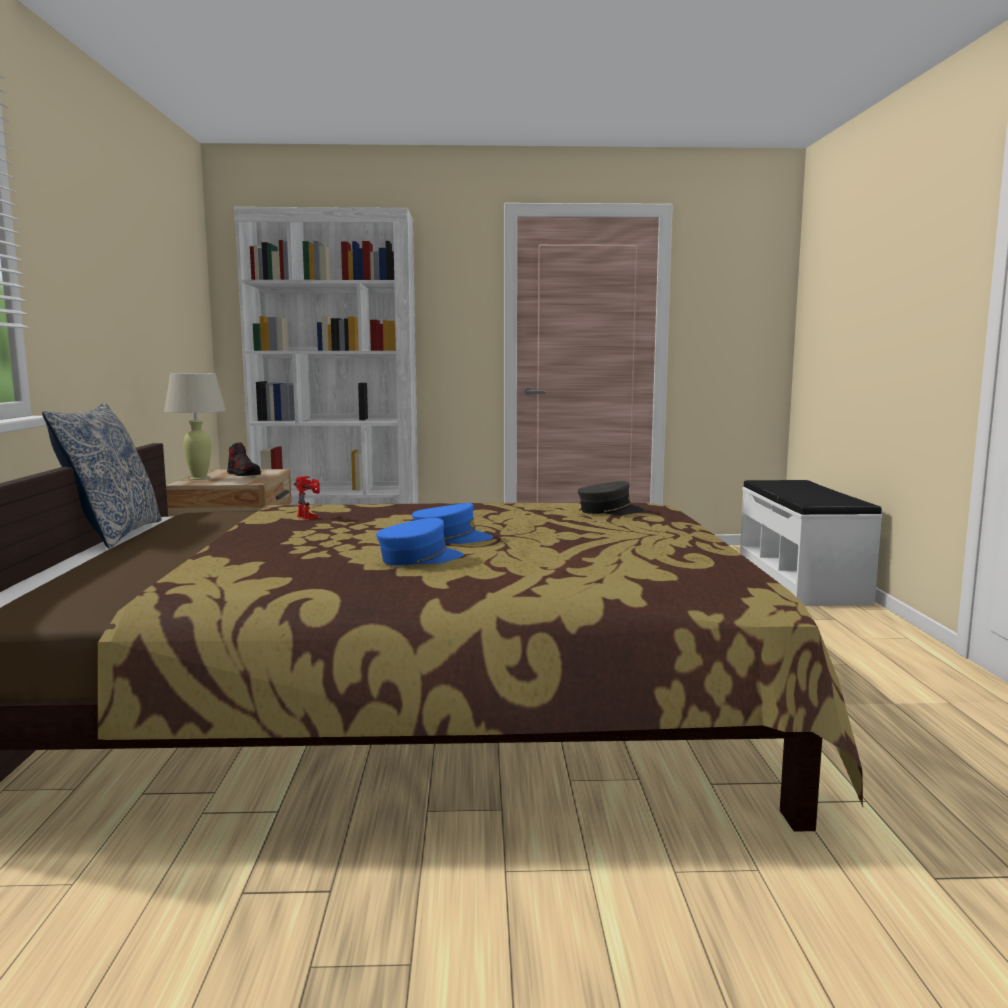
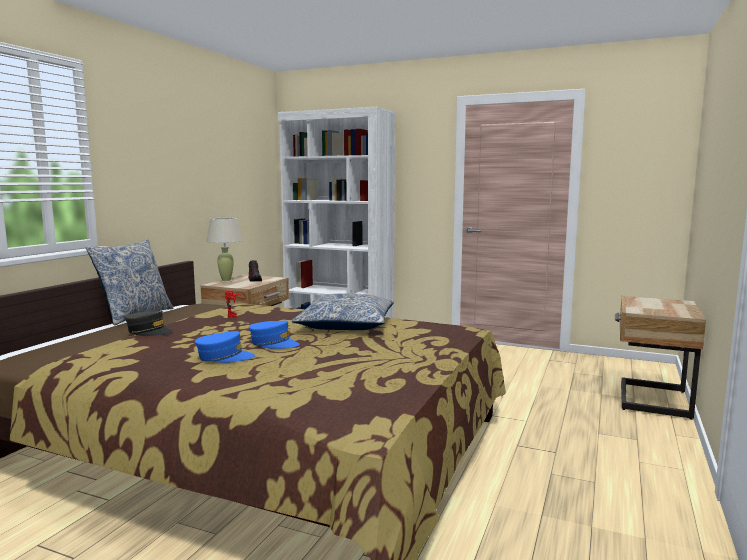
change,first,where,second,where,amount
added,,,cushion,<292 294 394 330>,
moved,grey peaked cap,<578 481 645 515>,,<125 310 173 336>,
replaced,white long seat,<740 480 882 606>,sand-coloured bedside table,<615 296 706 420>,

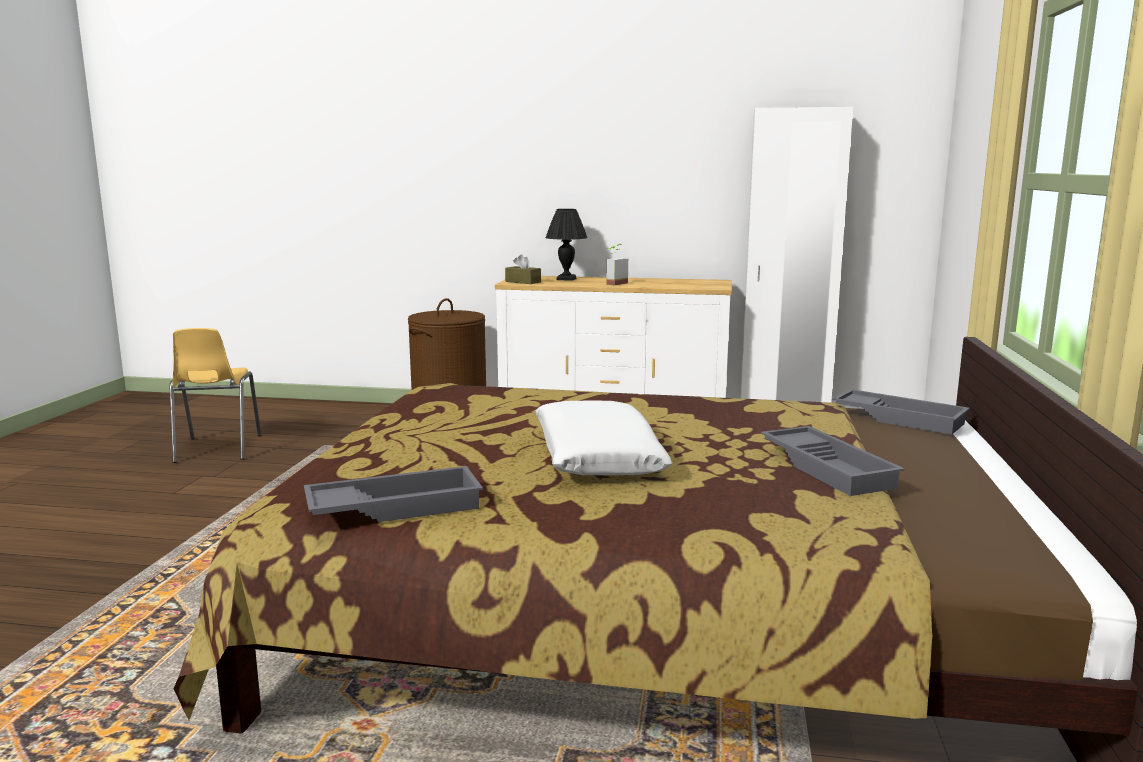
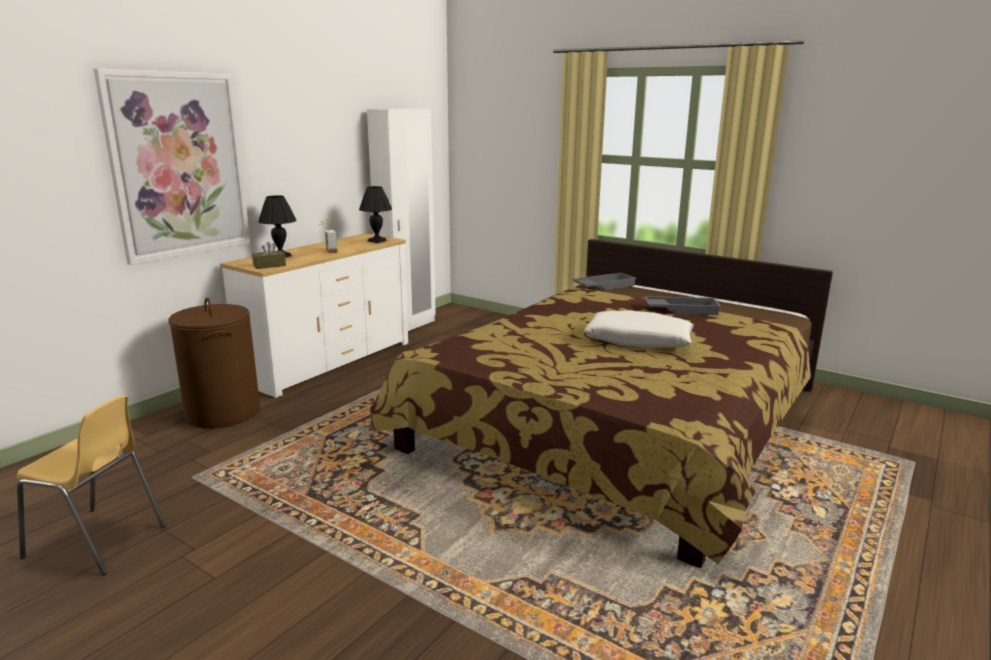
change,first,where,second,where,amount
removed,grey carrying tray,<304 466 483 522>,,,
added,,,wall picture,<93 69 250 265>,
added,,,blackish tabletop lamp,<359 186 392 243>,

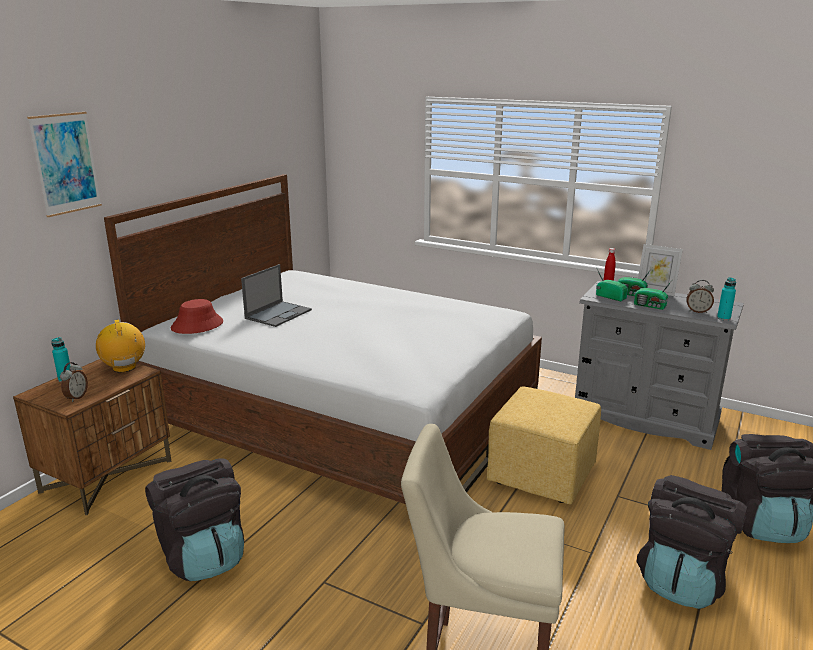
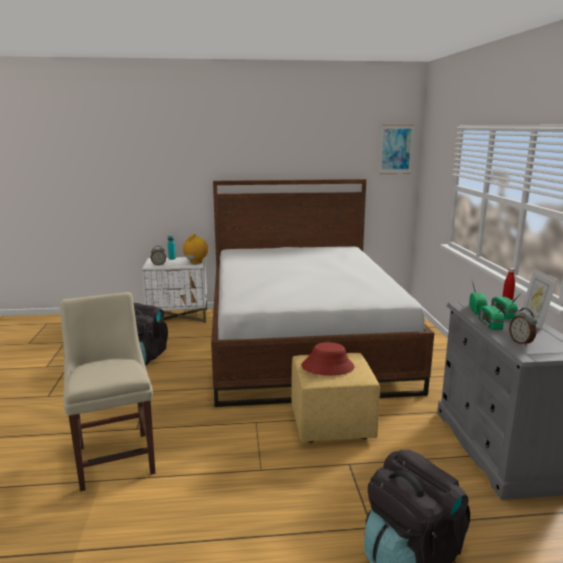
change,first,where,second,where,amount
removed,notebook computer,<241 264 312 327>,,,
removed,blackish backpack,<637 475 748 609>,,,
removed,blue-green bottle,<717 277 736 321>,,,
moved,wall picture,<27 112 102 217>,,<380 125 414 174>,
moved,reddish clothing hat,<171 299 223 334>,,<301 342 355 376>,
recoloured,brown bedside table,<13 359 171 515>,white bedside table,<142 257 207 323>,

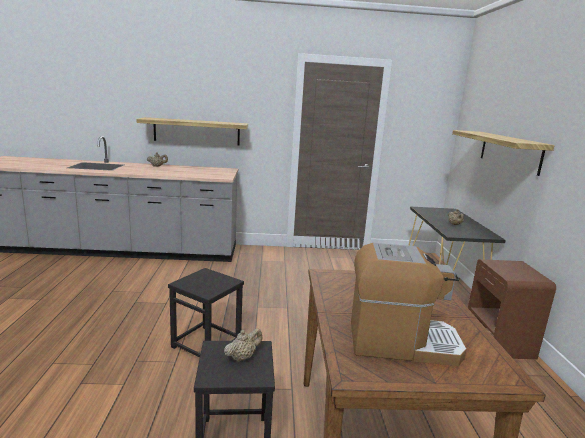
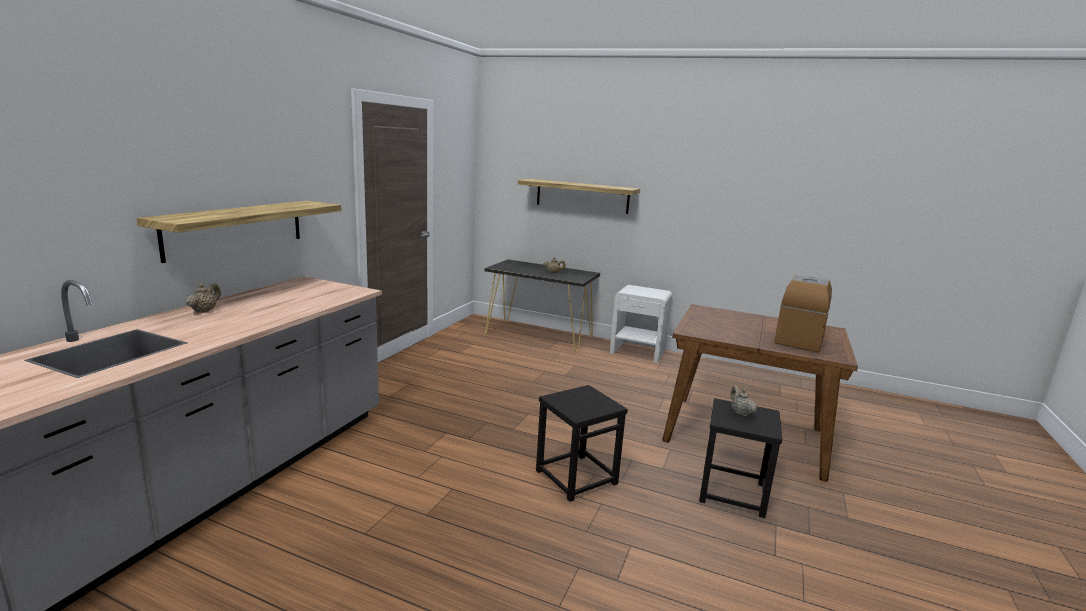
change,first,where,second,where,amount
recoloured,brown bedside table,<468 259 556 359>,white bedside table,<610 285 672 363>,

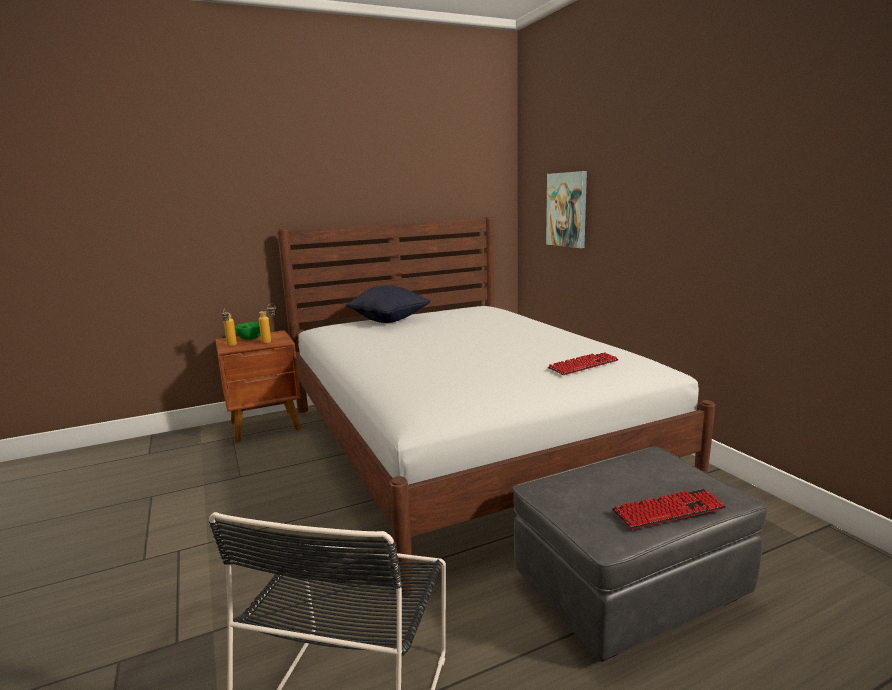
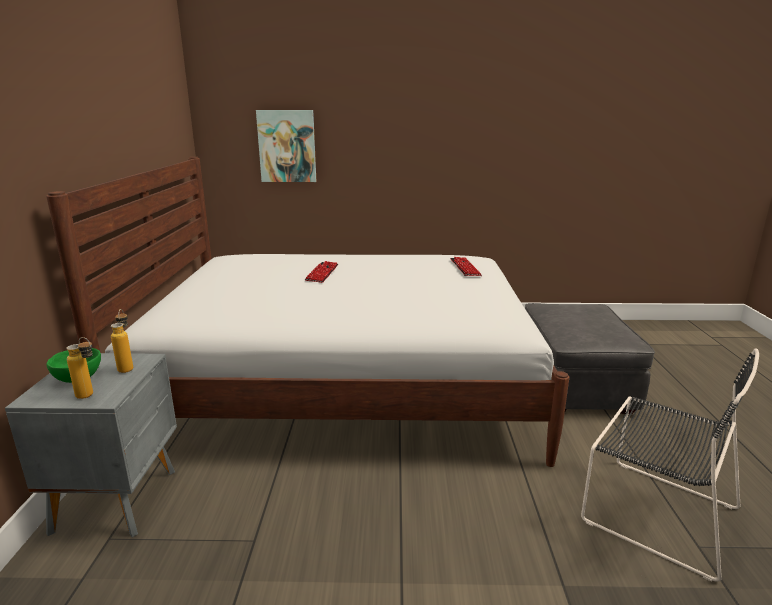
change,first,where,second,where,amount
removed,blackish cushion,<346 286 430 323>,,,
moved,keyboard,<612 489 726 530>,,<305 261 338 283>,
recoloured,brown bedside table,<216 330 301 443>,grey bedside table,<5 353 177 537>,

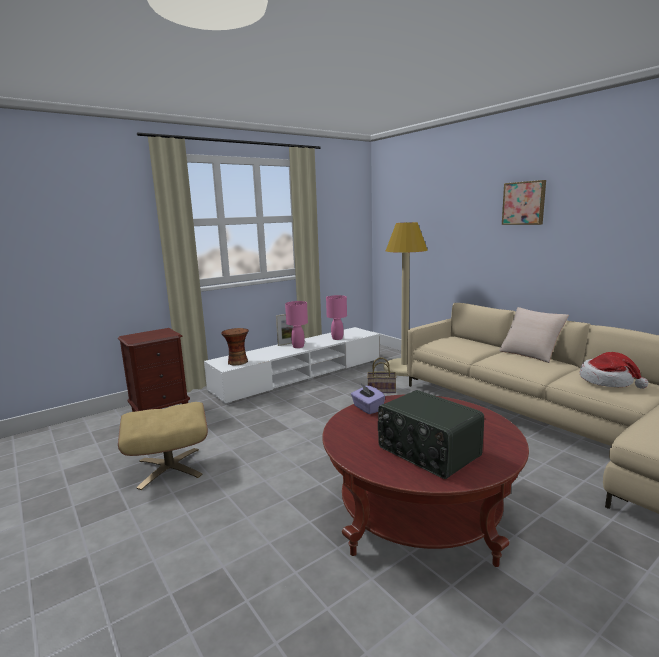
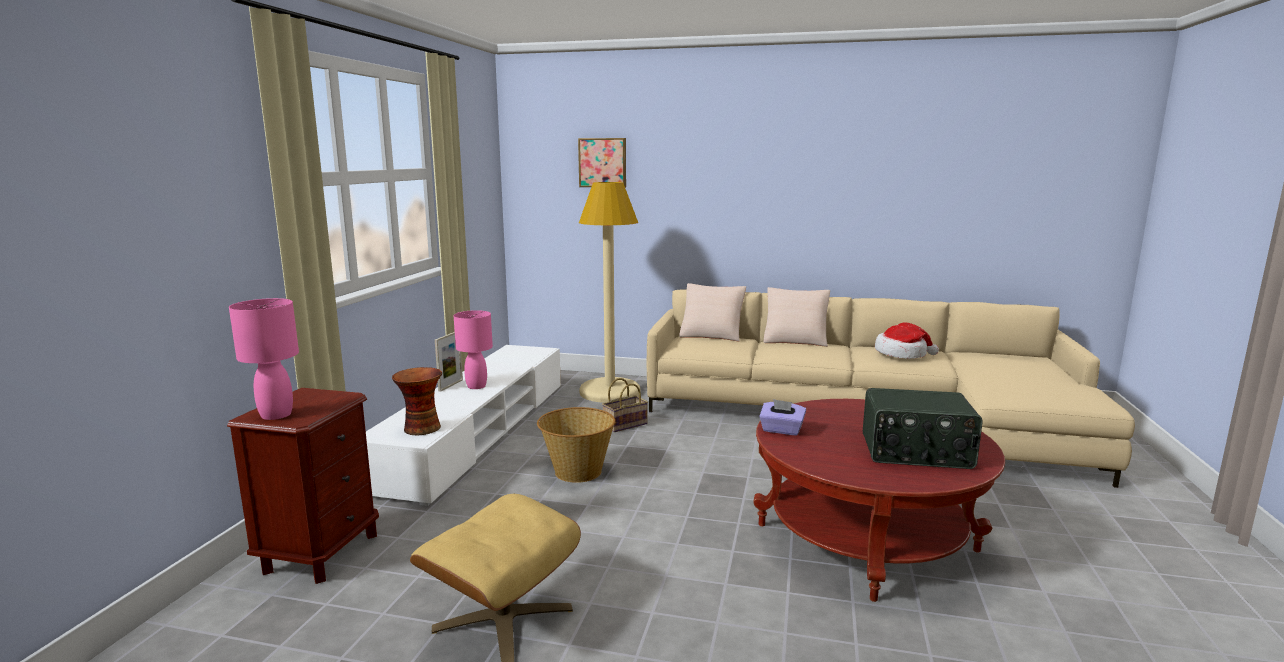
change,first,where,second,where,amount
added,,,storage basket,<537 407 615 483>,
added,,,sand-coloured cushion,<679 283 746 341>,
moved,pink-coloured tabletop lamp,<326 295 347 340>,,<229 298 299 420>,
moved,wall picture,<502 180 546 225>,,<578 138 626 188>,

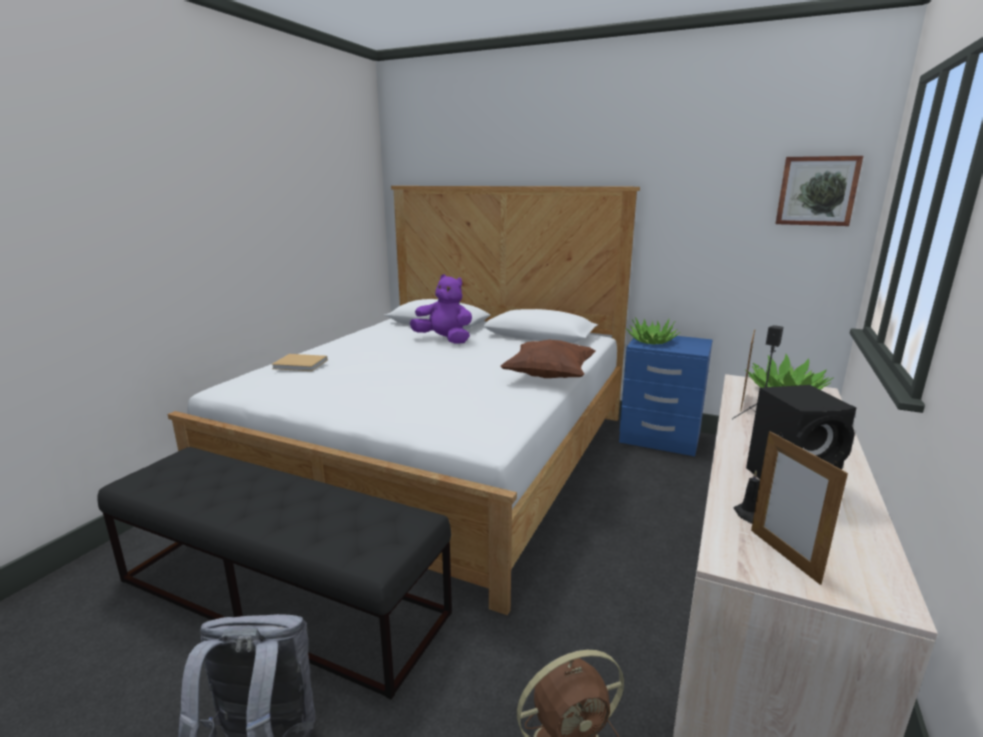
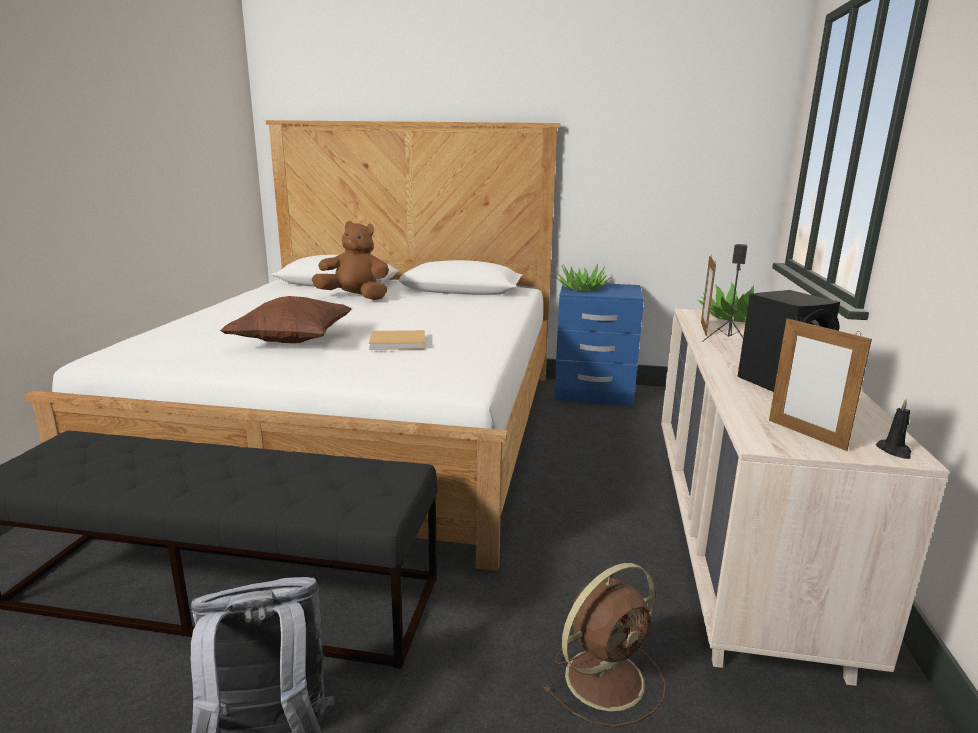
change,first,where,second,where,amount
removed,wall picture,<775 156 863 226>,,,
moved,sand-coloured bound book,<271 354 328 371>,,<369 330 425 350>,
moved,brown cushion,<500 340 596 378>,,<220 296 352 343>,
moved,blackish wax light,<734 471 760 524>,,<876 399 912 459>,
recoloured,purple-coloured soft toy,<410 274 472 344>,brown soft toy,<312 221 389 300>,

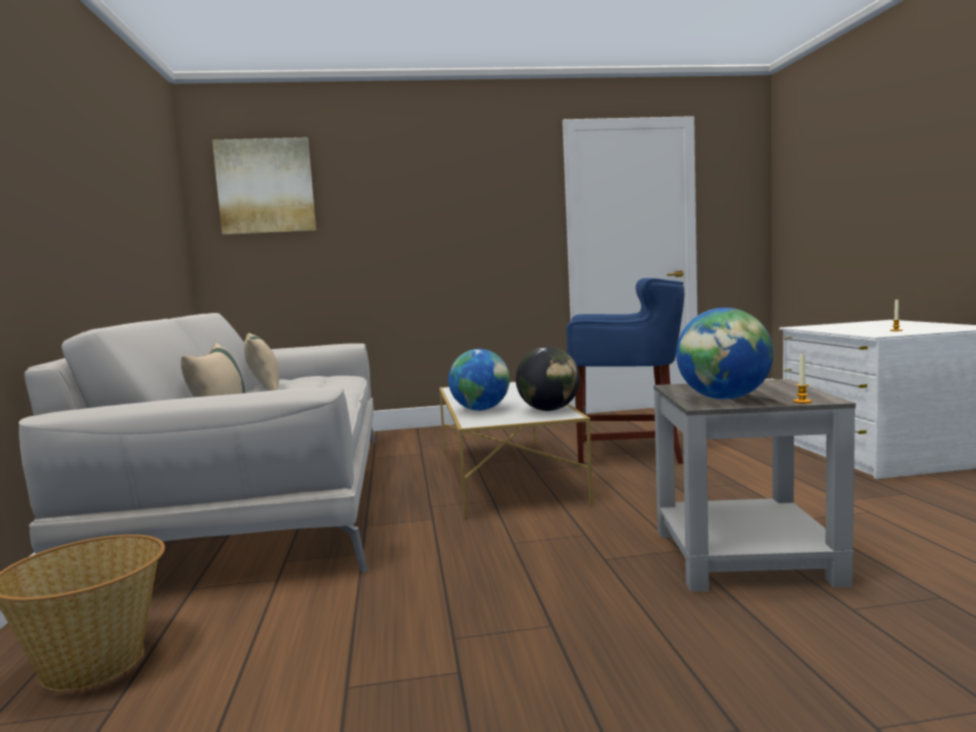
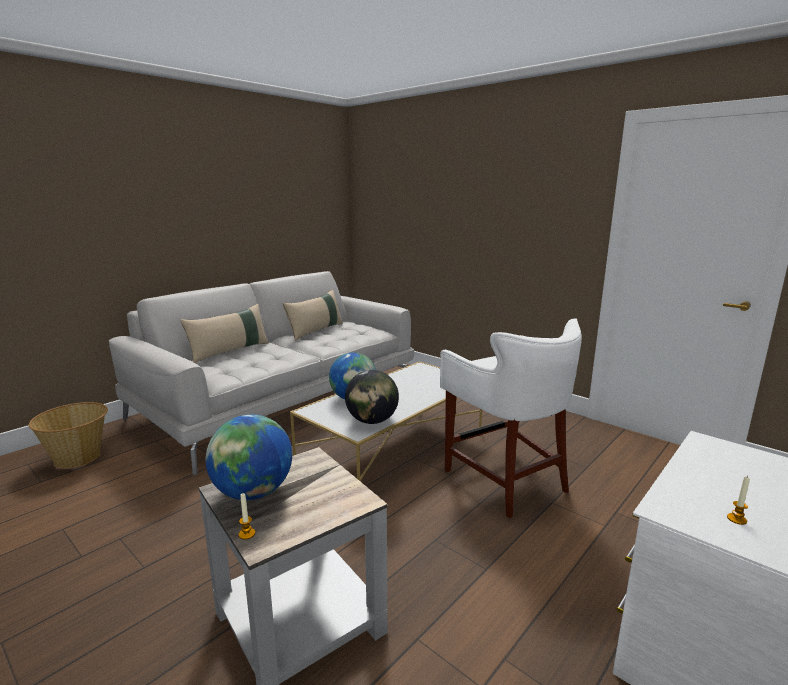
change,first,where,second,where,amount
removed,wall picture,<212 137 316 235>,,,
recoloured,blue-coloured sitting stool,<566 278 684 464>,white sitting stool,<440 319 582 519>,

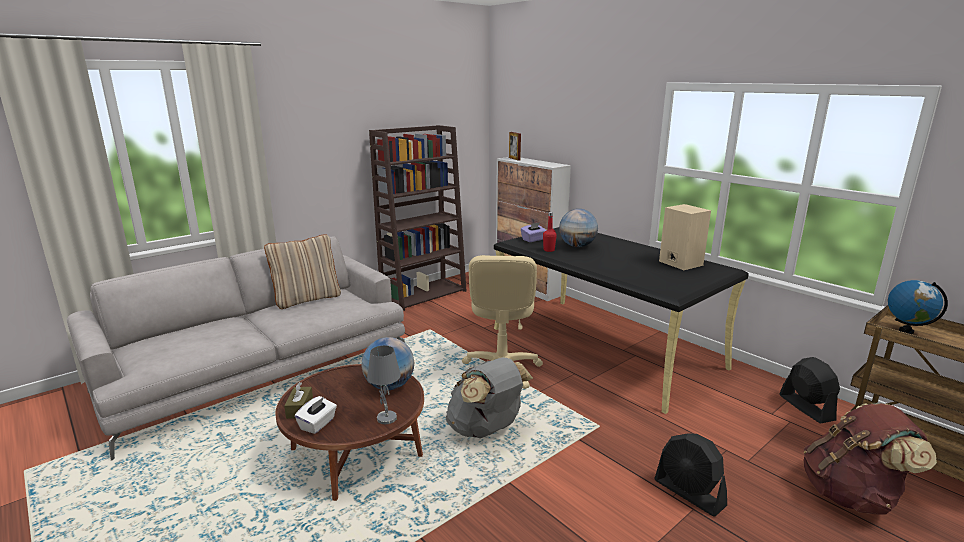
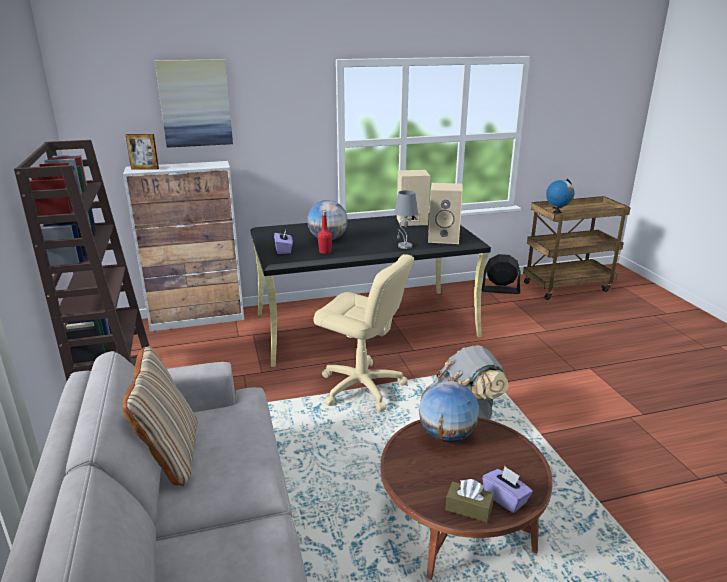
change,first,where,second,where,amount
removed,blackish electric fan,<654 433 727 516>,,,
removed,brown backpack,<803 403 937 515>,,,
added,,,wall picture,<155 59 233 148>,
added,,,sand-coloured audio speaker,<428 183 463 244>,
moved,grey tabletop lamp,<367 345 401 424>,,<394 190 418 249>,
recoloured,white box of tissues,<295 396 337 434>,purple-coloured box of tissues,<482 466 533 513>,

